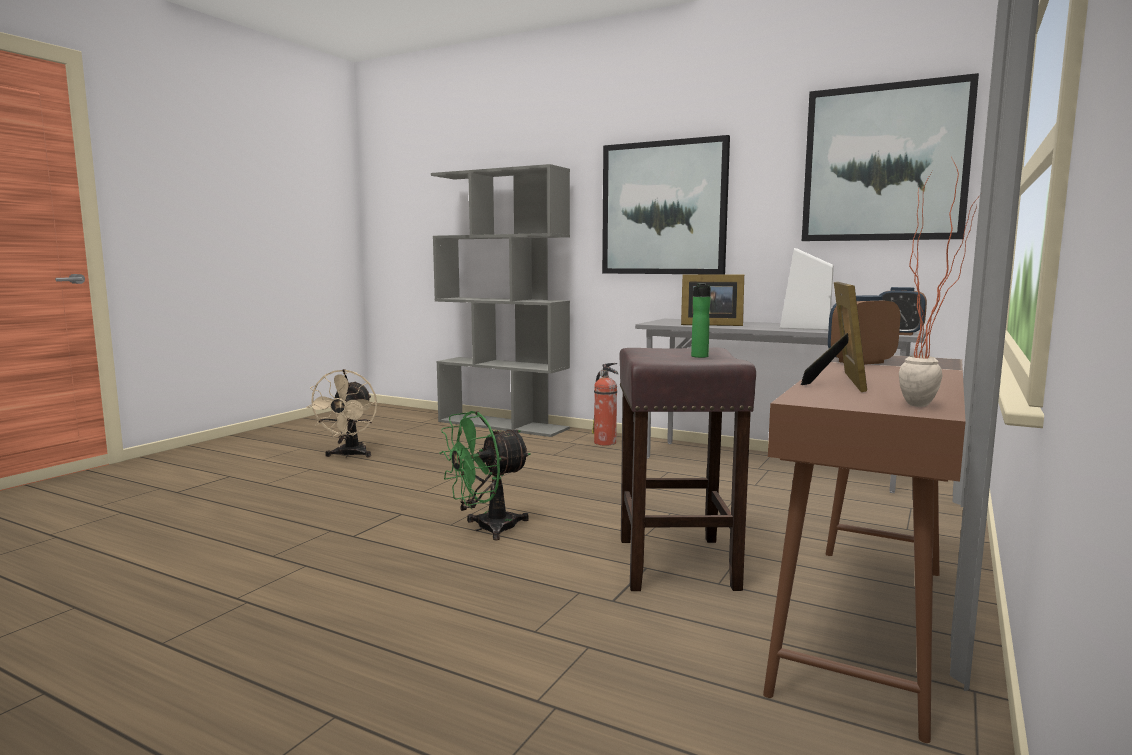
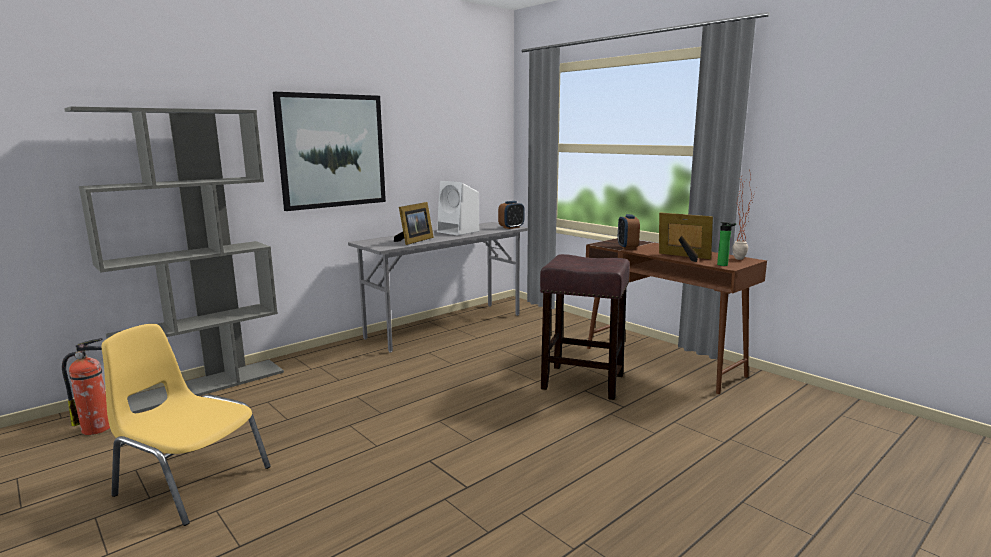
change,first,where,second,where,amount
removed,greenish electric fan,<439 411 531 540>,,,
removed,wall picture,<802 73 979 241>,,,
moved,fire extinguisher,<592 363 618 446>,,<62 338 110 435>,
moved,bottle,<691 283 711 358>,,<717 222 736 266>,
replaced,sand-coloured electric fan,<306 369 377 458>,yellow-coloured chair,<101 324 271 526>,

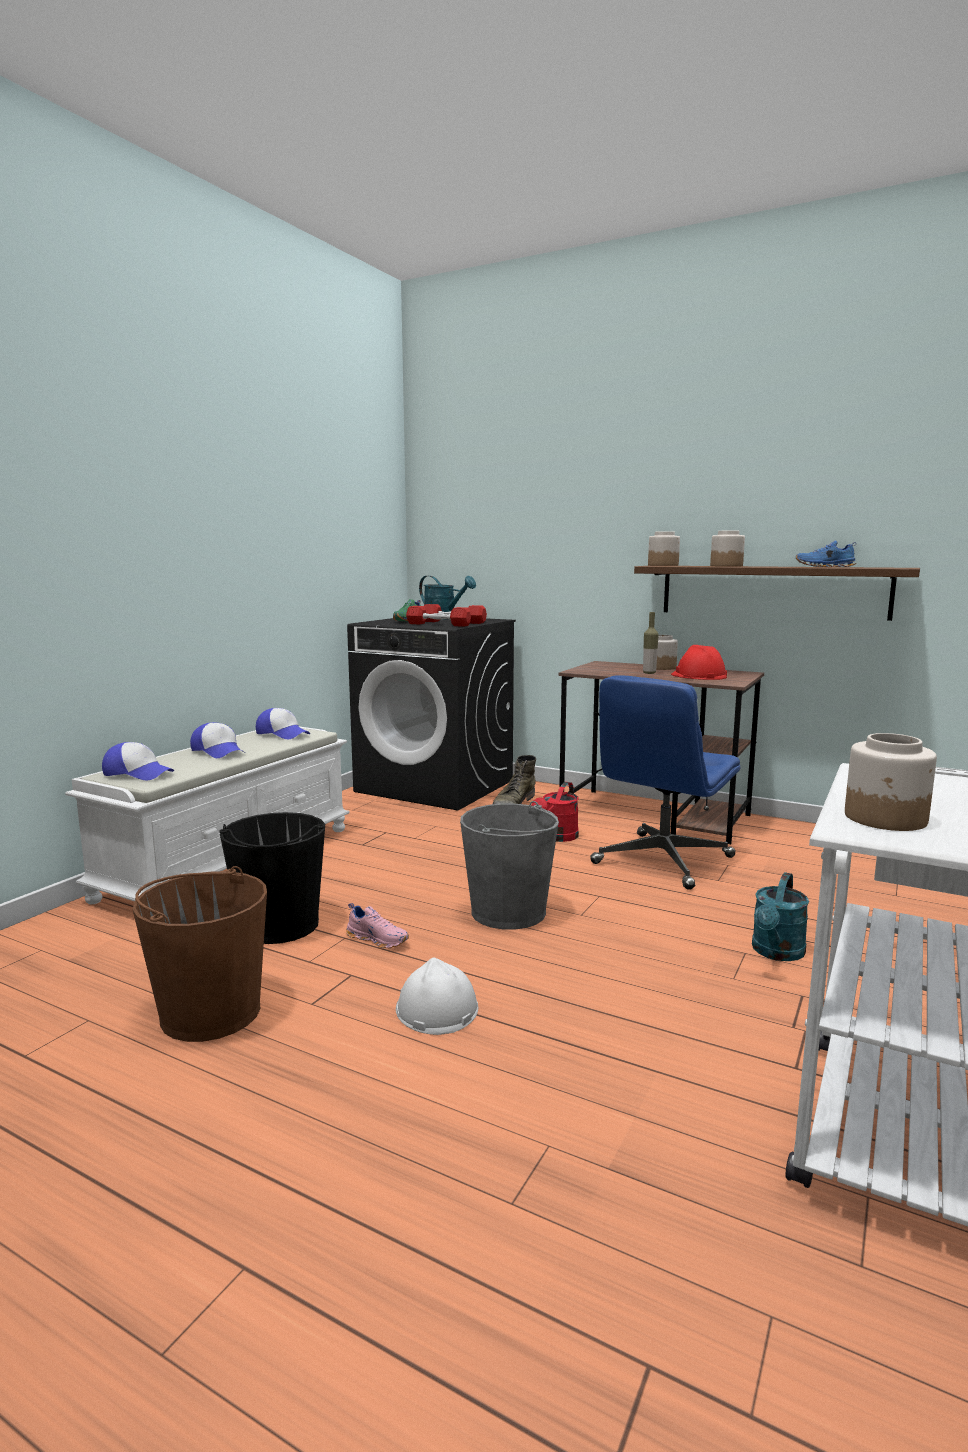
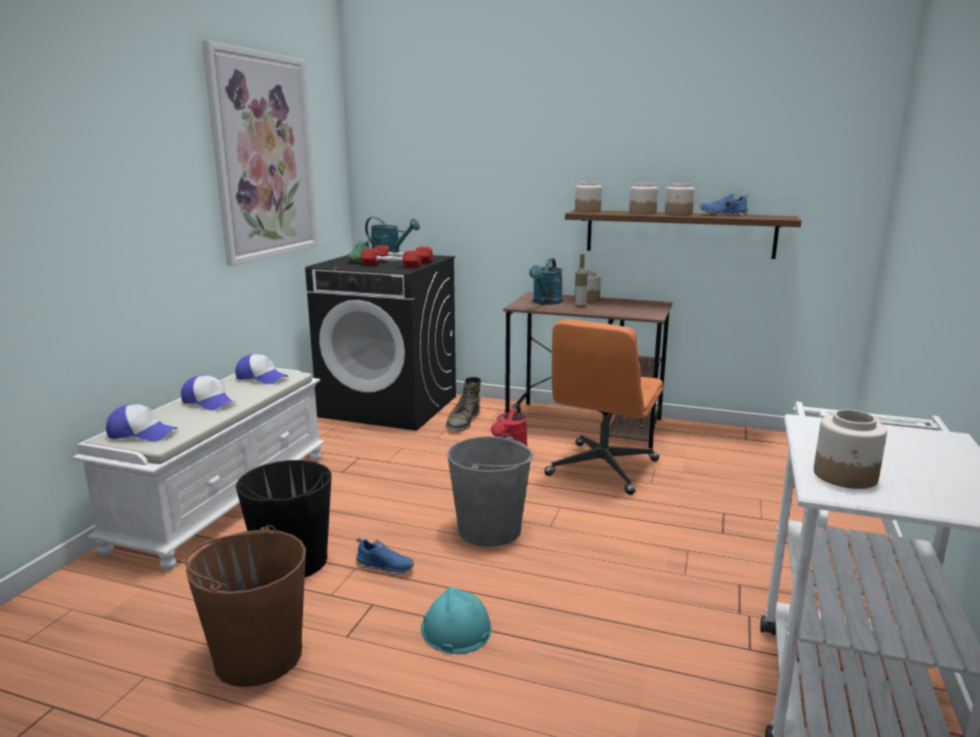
change,first,where,second,where,amount
removed,reddish hard hat,<671 645 727 680>,,,
added,,,wall picture,<202 40 318 266>,
added,,,jar,<665 183 695 215>,
moved,blue-green sprinkling can,<752 872 809 961>,,<529 258 563 305>,
recoloured,pink-coloured shoe,<346 903 409 948>,blue-coloured shoe,<355 537 414 575>,
recoloured,white hard hat,<396 957 478 1035>,blue-green hard hat,<421 587 491 654>,
recoloured,blue-coloured computer chair,<590 675 740 890>,orange computer chair,<544 319 663 495>,

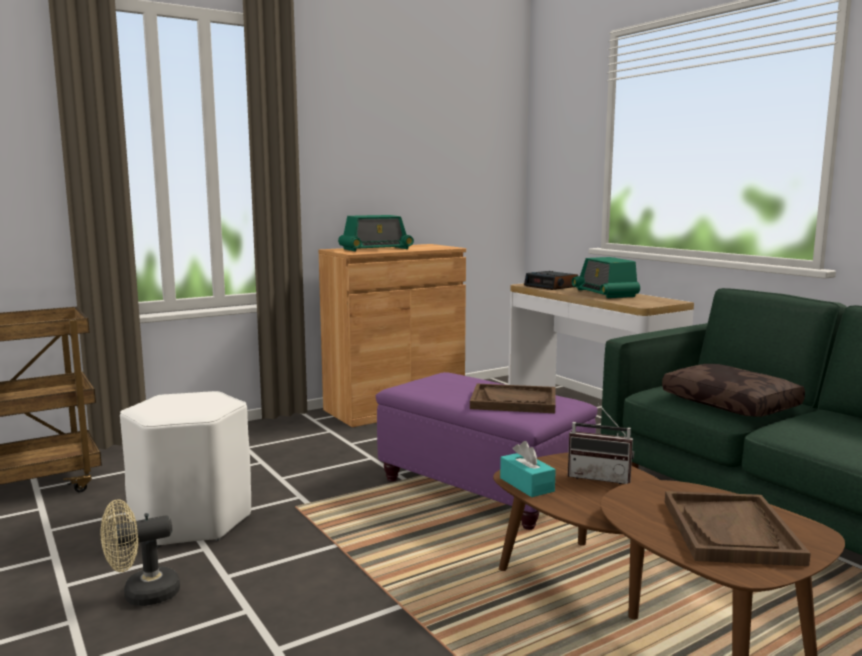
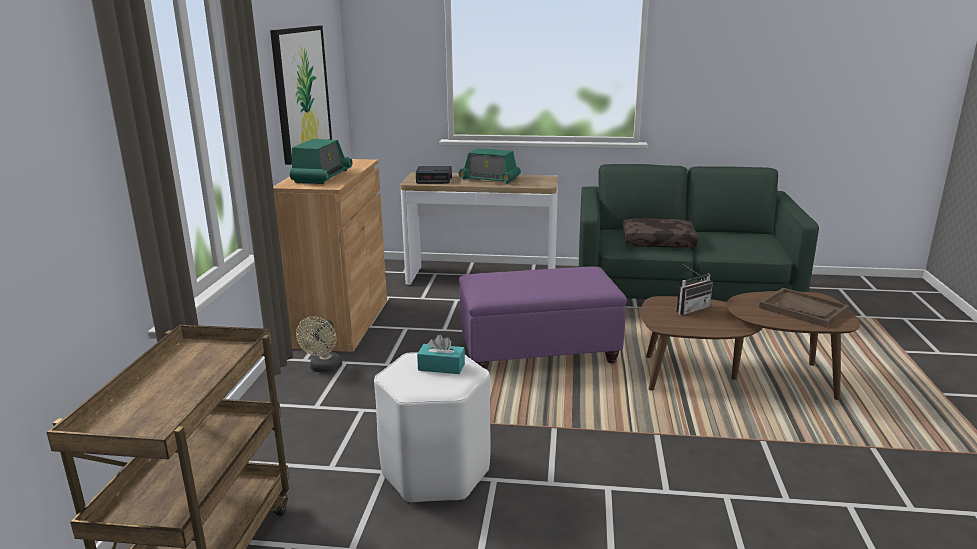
change,first,where,second,where,amount
removed,brown carrying tray,<470 384 555 413>,,,
added,,,wall picture,<270 25 332 165>,
moved,sand-coloured electric fan,<100 499 180 606>,,<296 316 342 373>,
moved,blue-green box of tissues,<500 441 556 497>,,<417 335 465 374>,

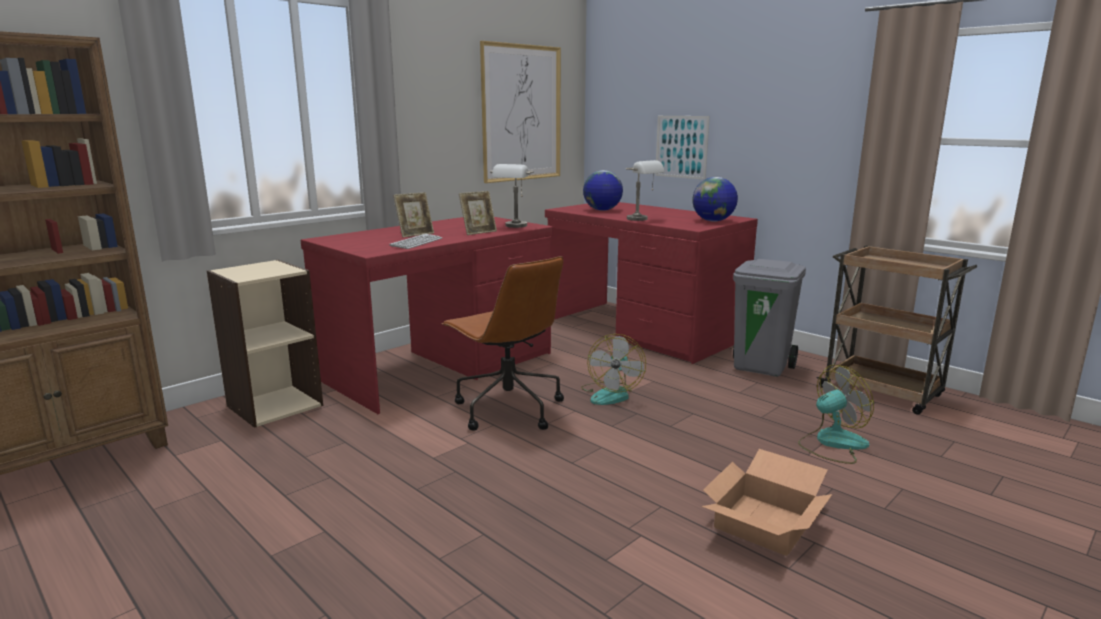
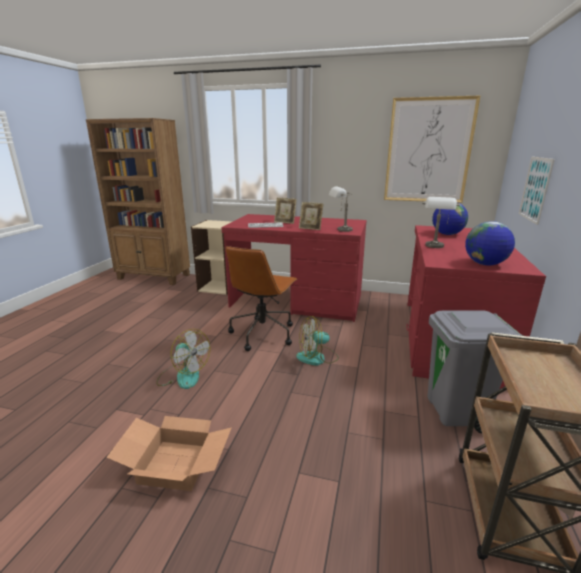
change,first,where,second,where,amount
moved,electric fan,<798 365 874 464>,,<156 329 210 389>,

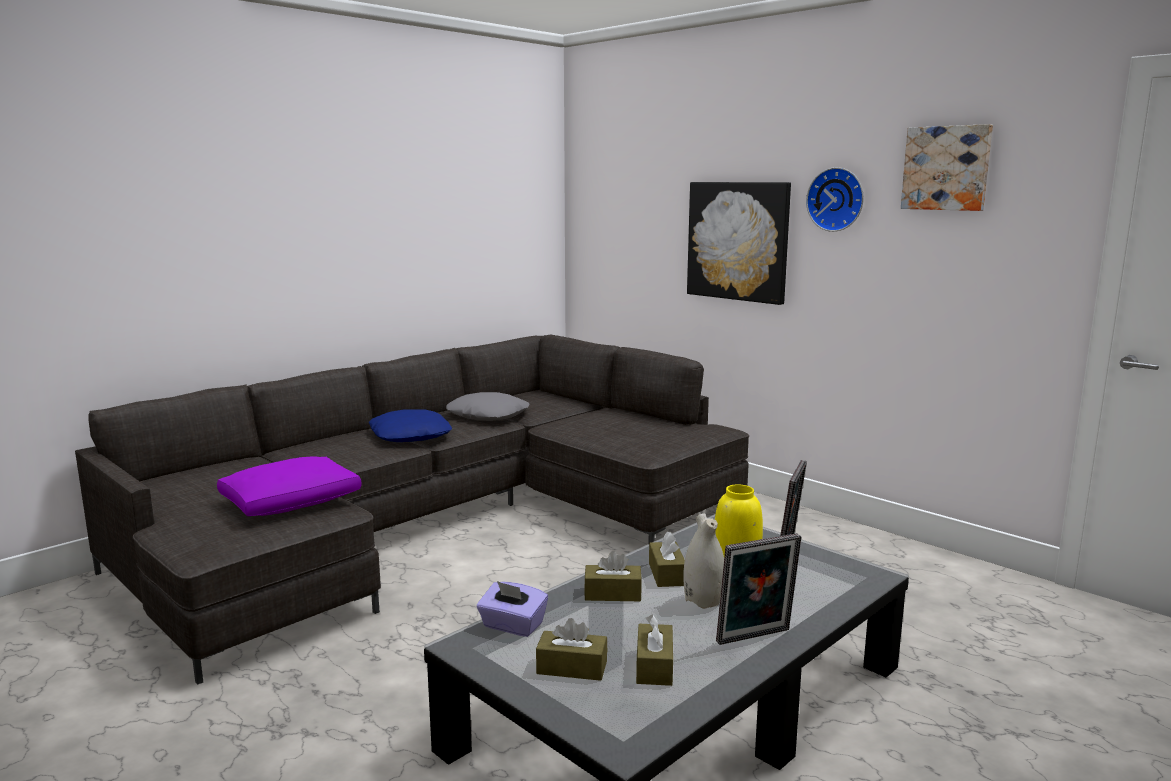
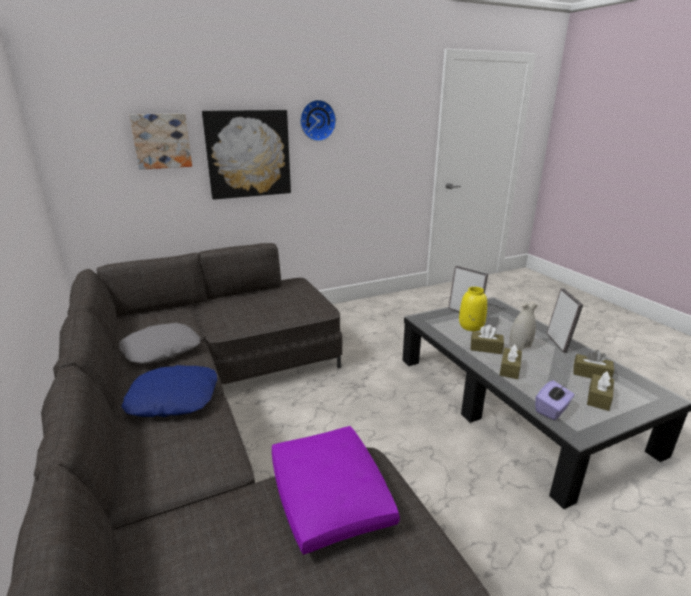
change,first,where,second,where,amount
moved,wall picture,<901 124 993 211>,,<129 113 192 170>,

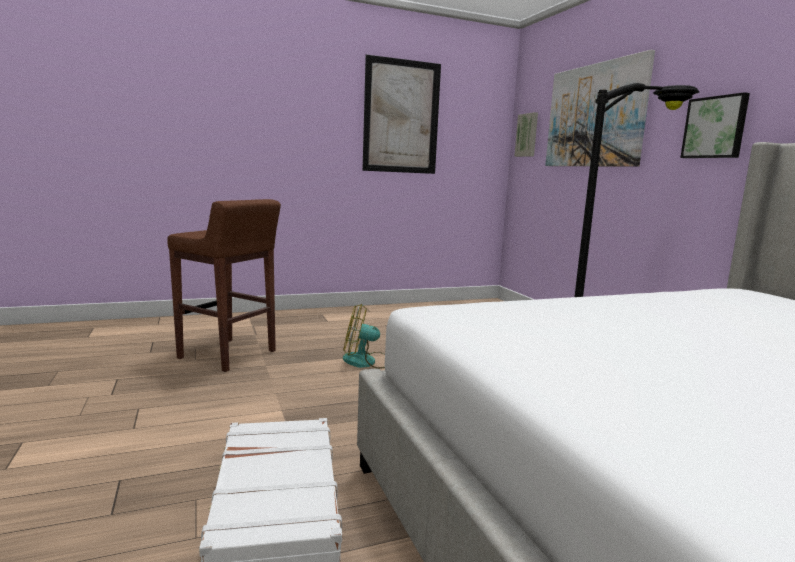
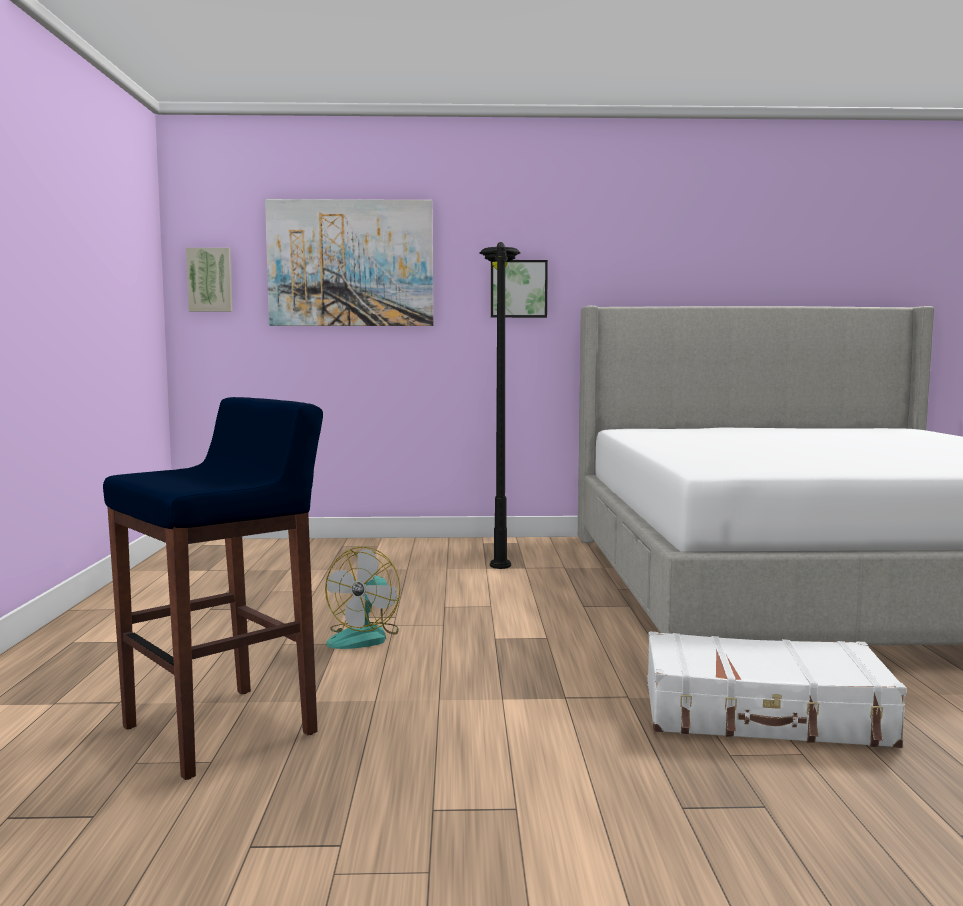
change,first,where,second,where,amount
removed,wall picture,<362 54 441 174>,,,
recoloured,brown sitting stool,<167 199 281 372>,blue-coloured sitting stool,<103 397 323 780>,

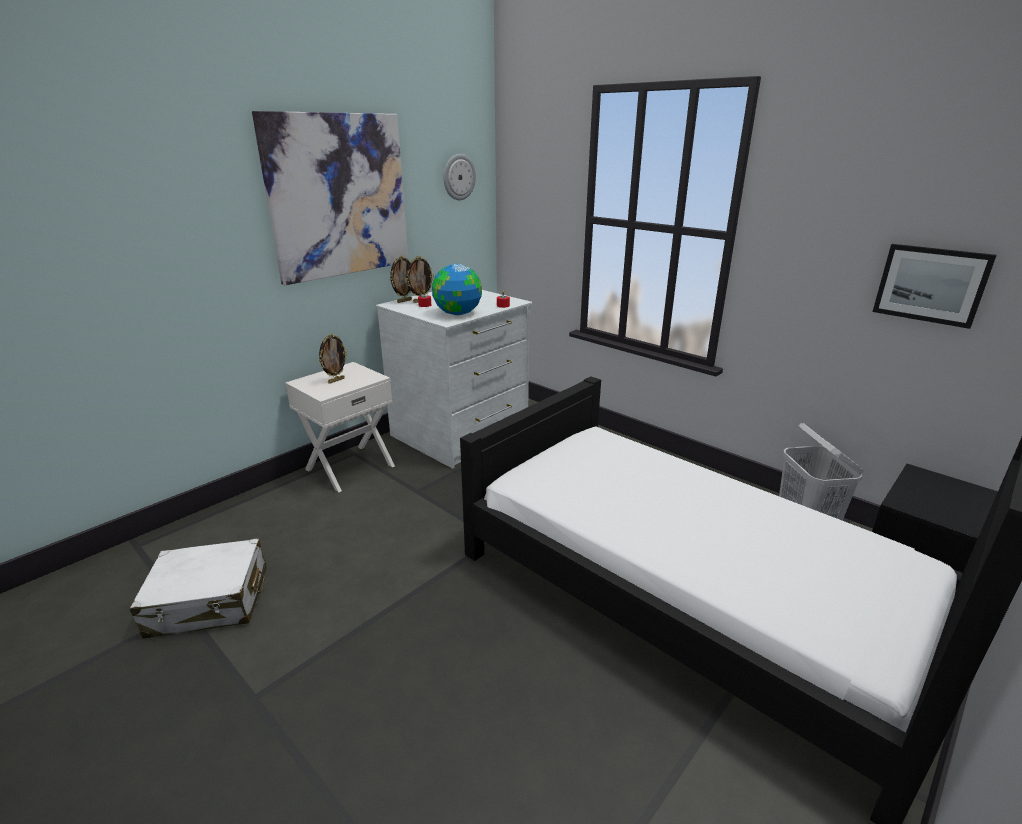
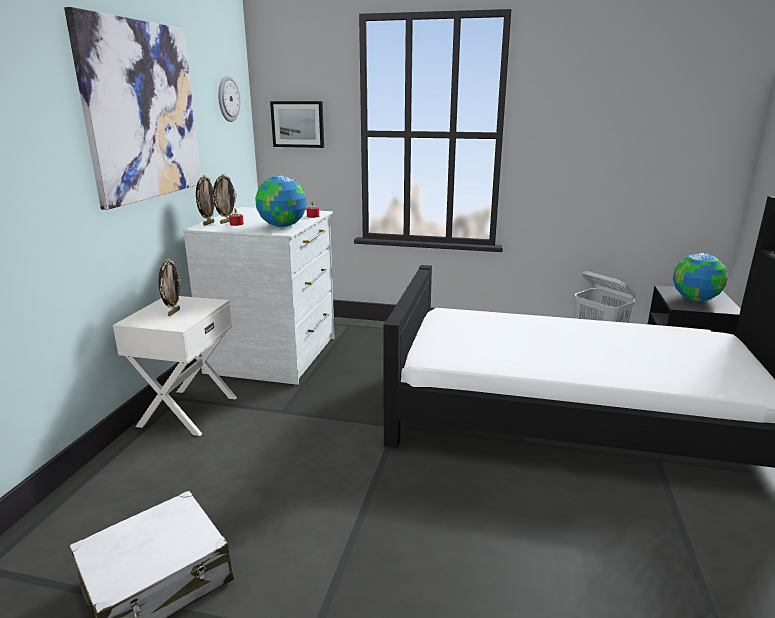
change,first,where,second,where,amount
added,,,desk globe,<673 253 728 301>,
moved,wall picture,<873 244 997 329>,,<270 101 324 148>,

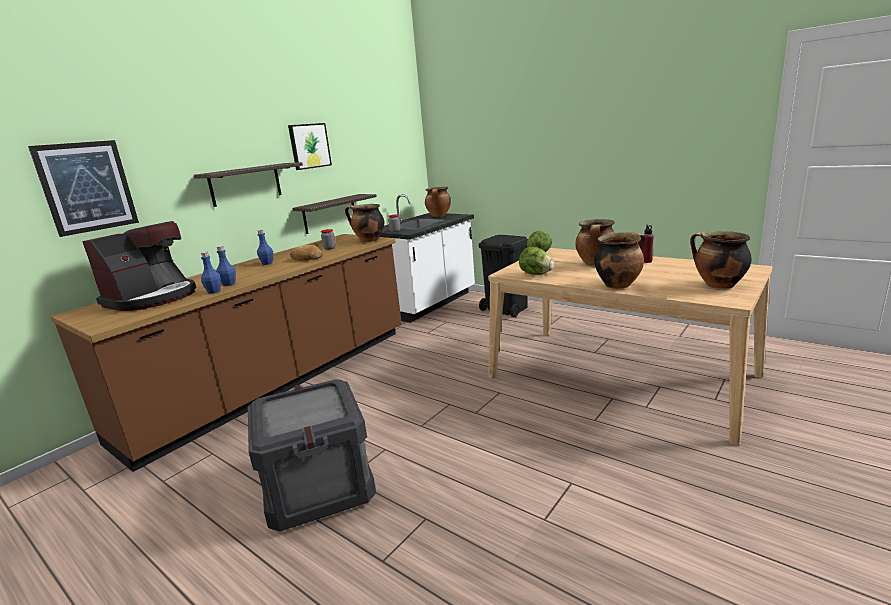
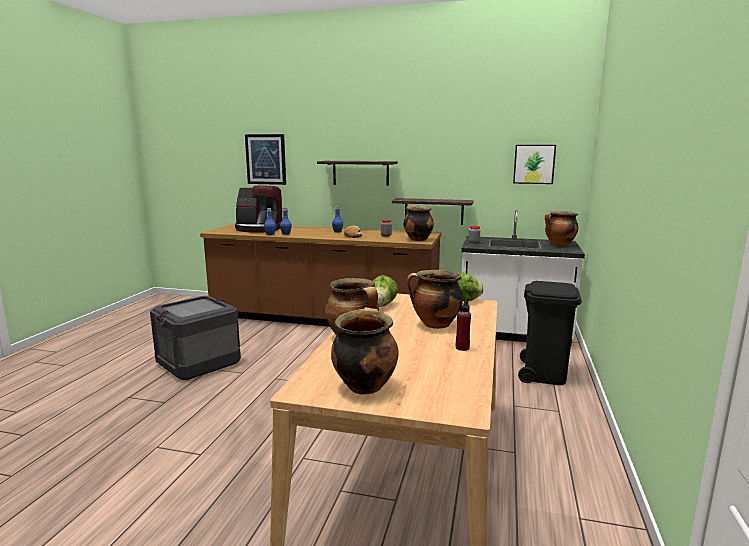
change,first,where,second,where,amount
moved,wall picture,<288 123 332 170>,,<513 145 556 184>,

